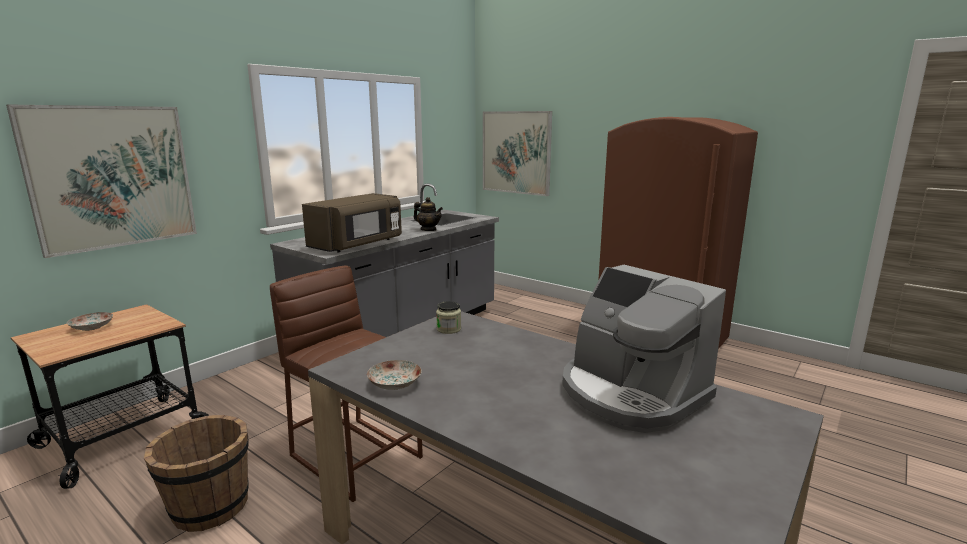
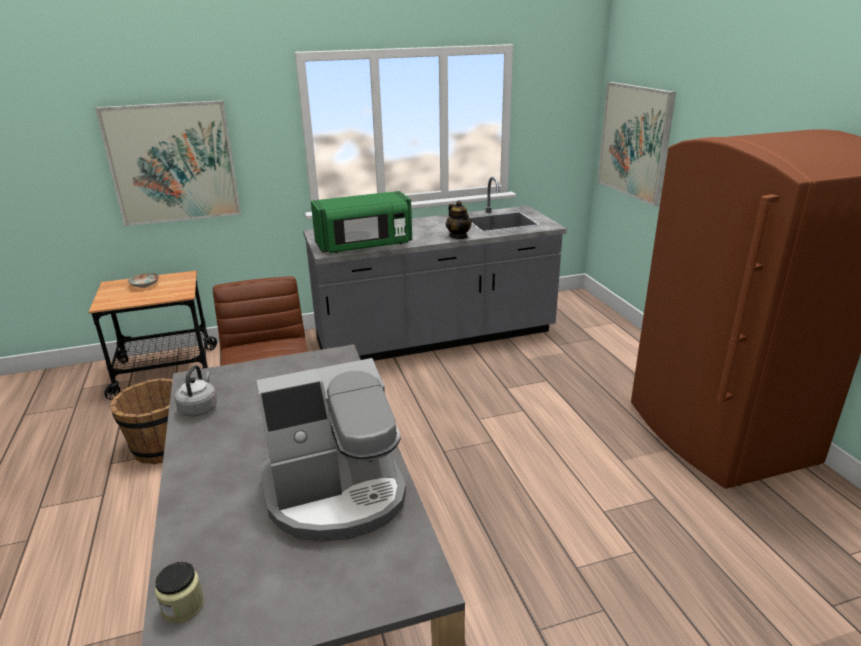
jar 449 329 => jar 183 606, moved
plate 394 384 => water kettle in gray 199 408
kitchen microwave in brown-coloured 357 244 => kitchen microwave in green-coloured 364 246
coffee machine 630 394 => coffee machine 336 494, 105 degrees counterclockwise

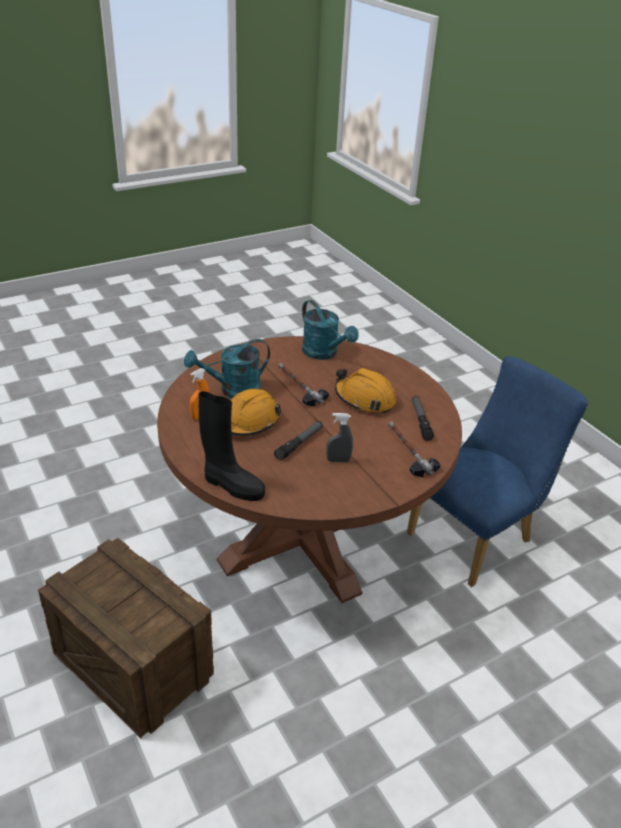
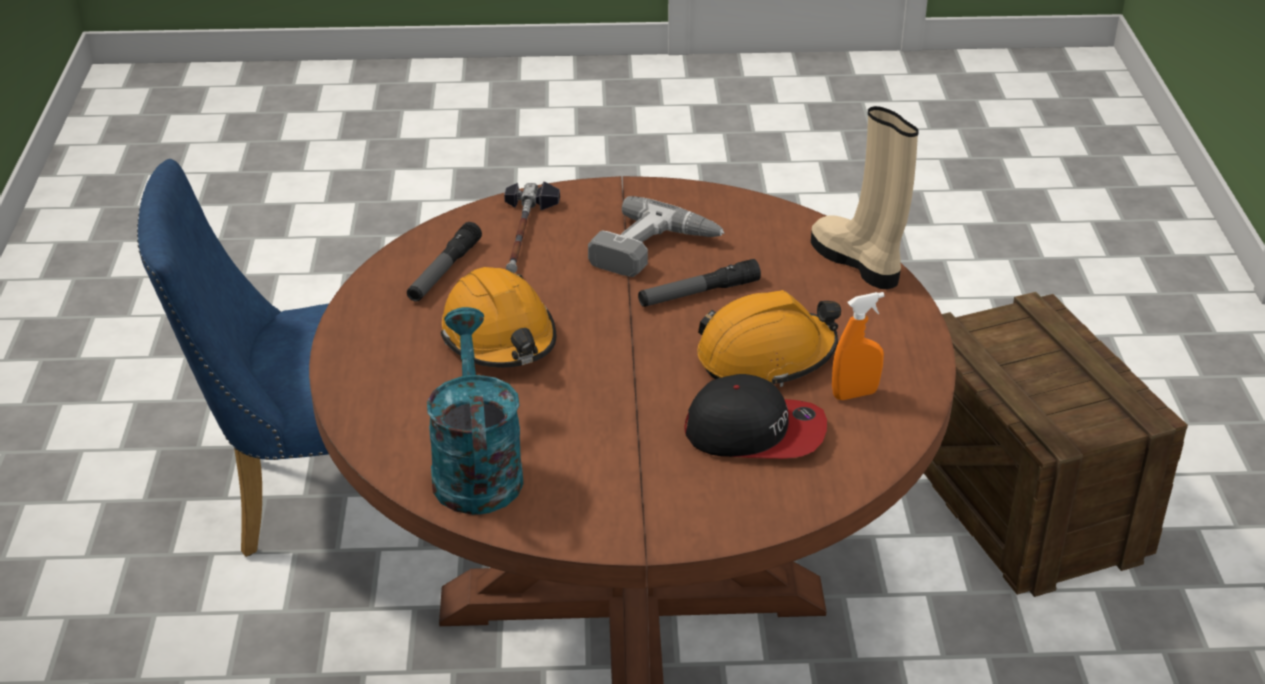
hand hammer 299 386 => nothing
watering pot in turquoise-coloured 233 390 => cap 756 432
sprayer in gray 338 460 => electric drill 654 251
tall boot in blackish 232 485 => tall boot in sand-coloured 858 262

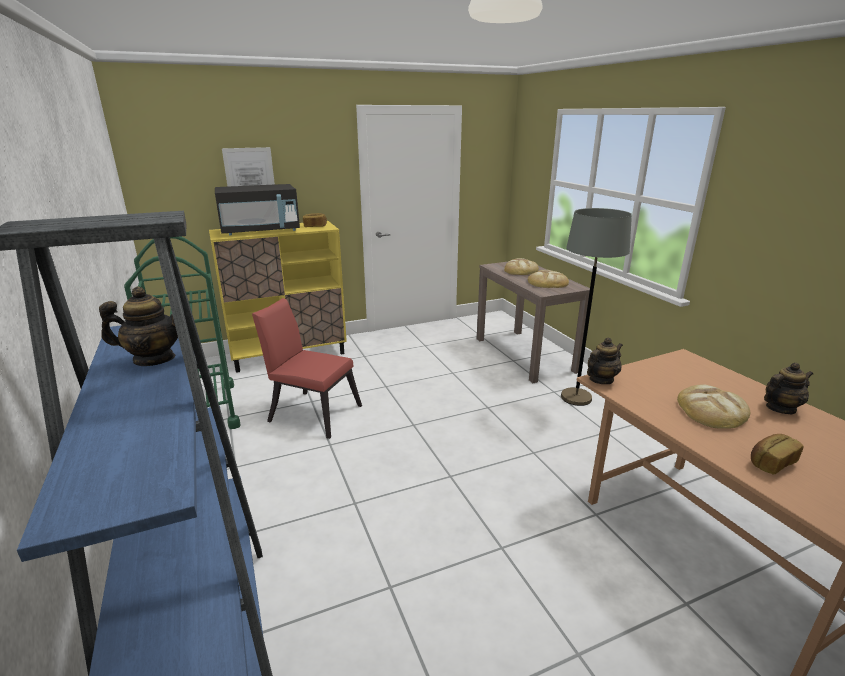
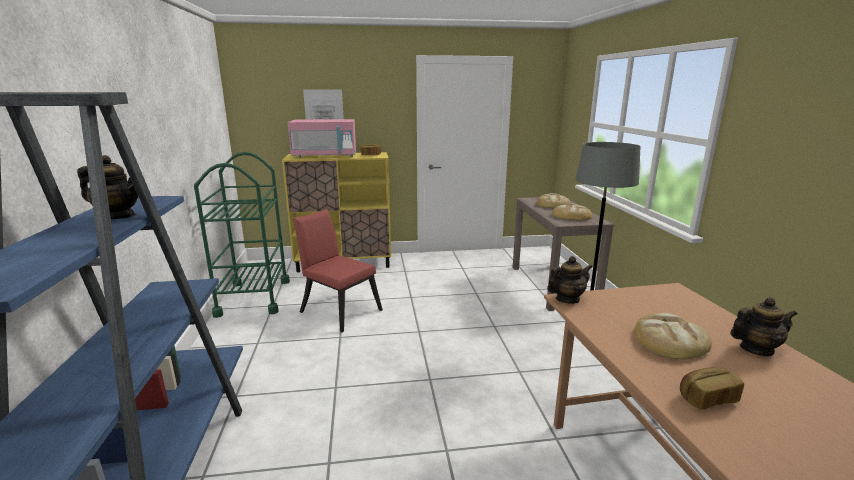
kitchen microwave in blackish 260 231 => kitchen microwave in pink-coloured 325 156

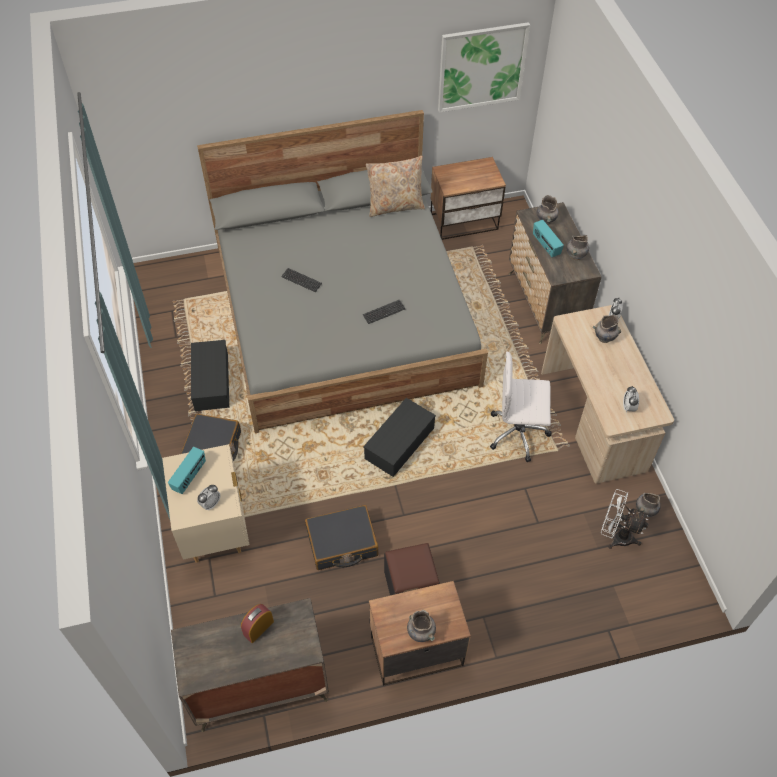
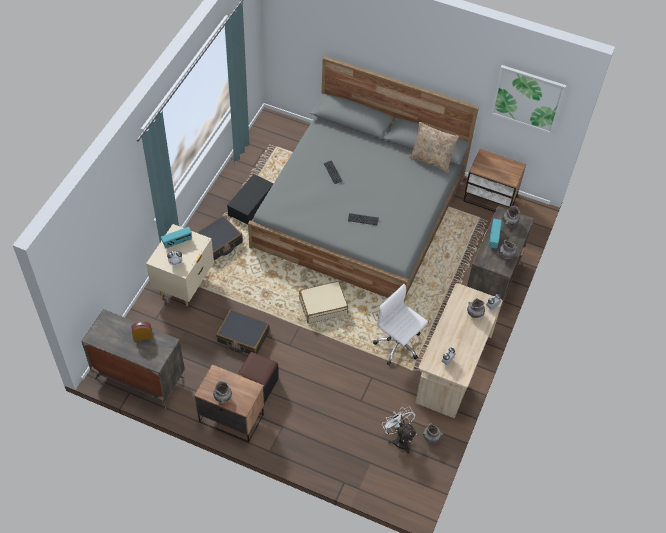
storage container in blackish 399 444 => travel case in sand-coloured 323 306

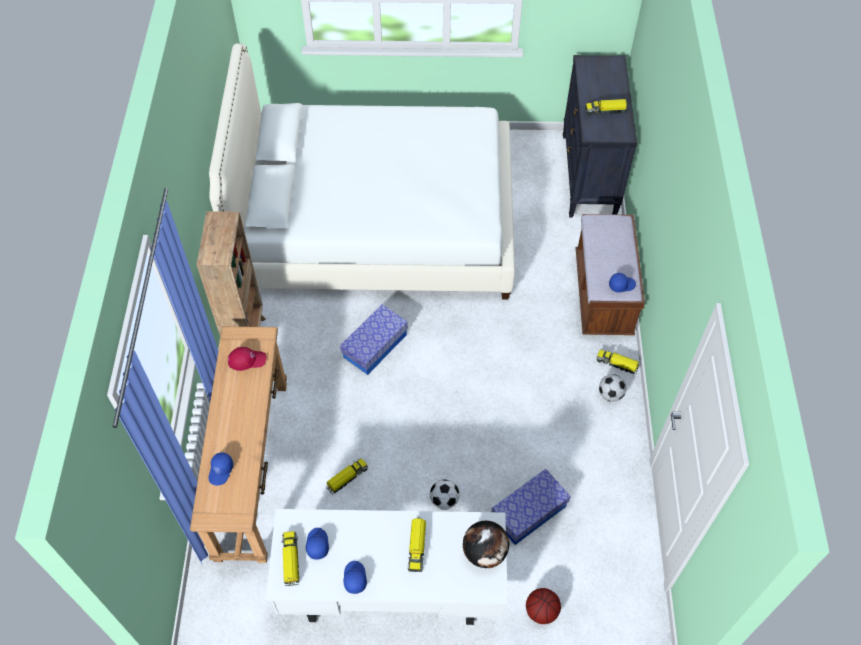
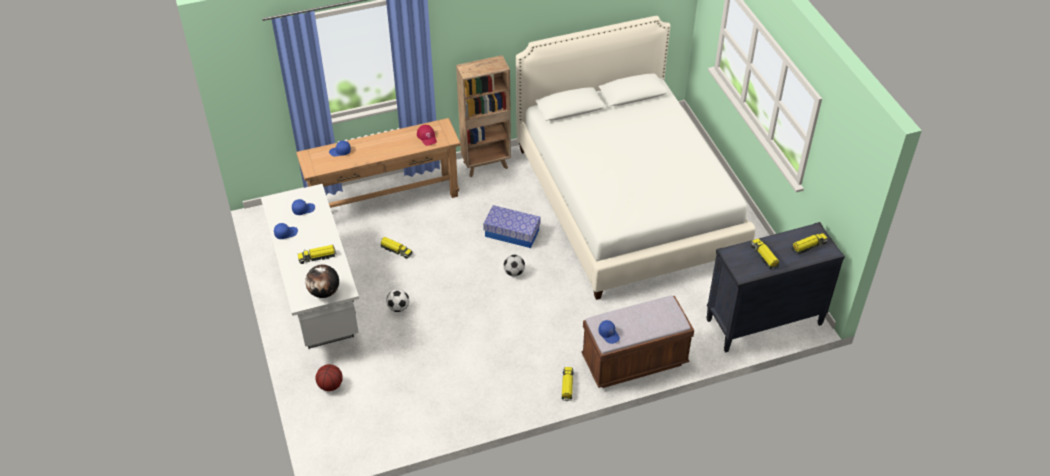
storage container 529 512 => nothing
model truck 291 560 => model truck 808 246, moved
football 610 394 => football 514 273, moved

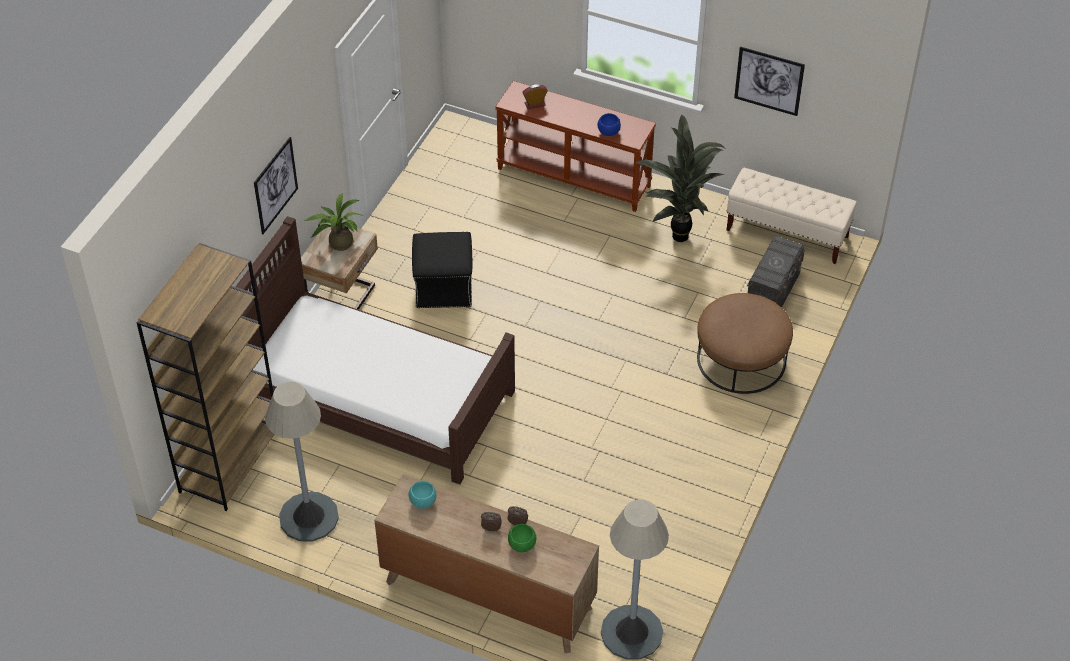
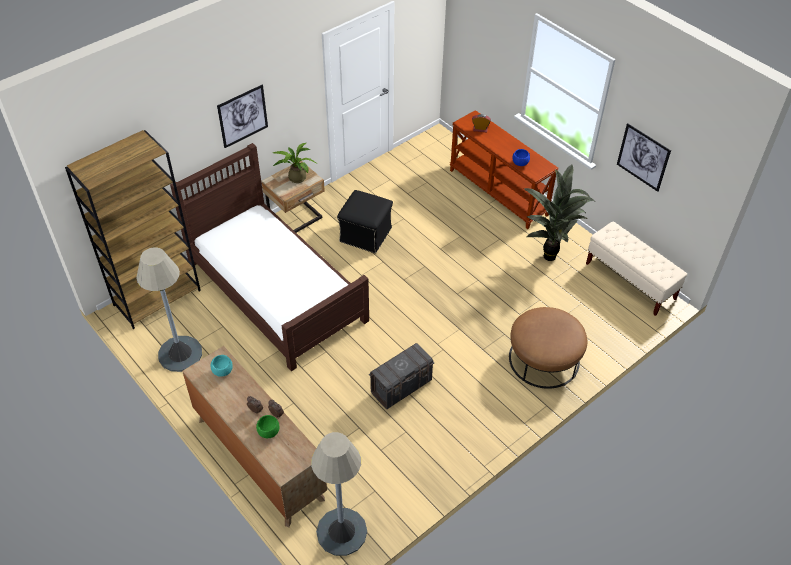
storage container in gray 772 292 => storage container in gray 401 386, moved

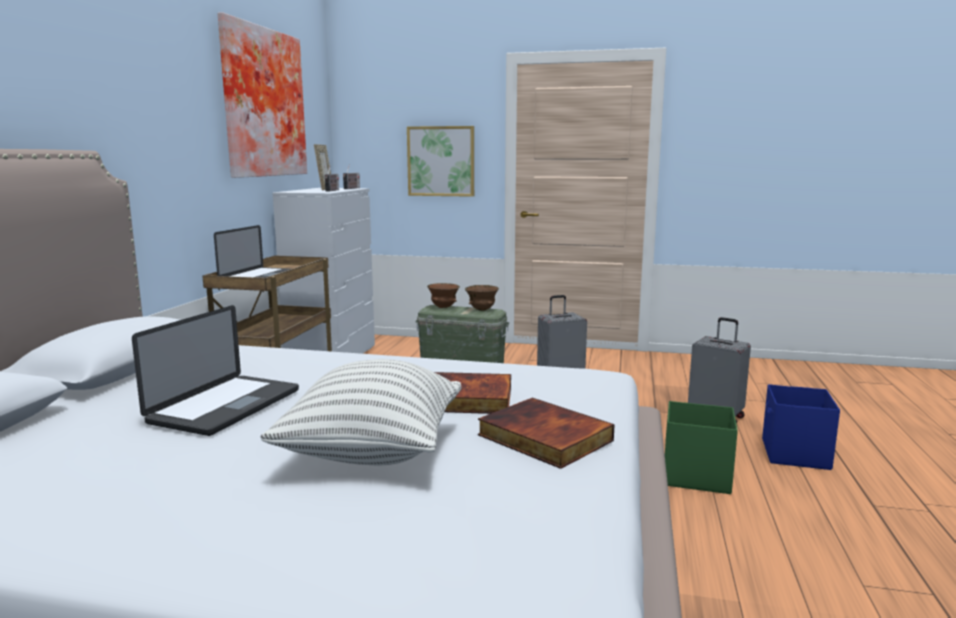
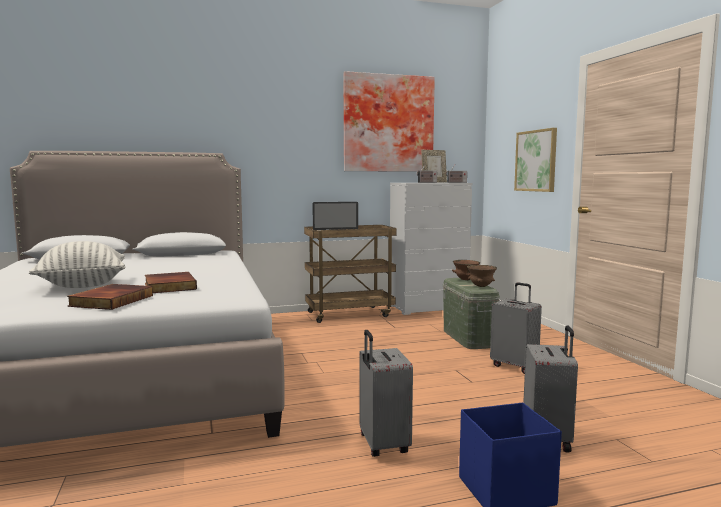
portable computer 226 406 => nothing
storage container in green-coloured 695 476 => travel case in gray 382 445

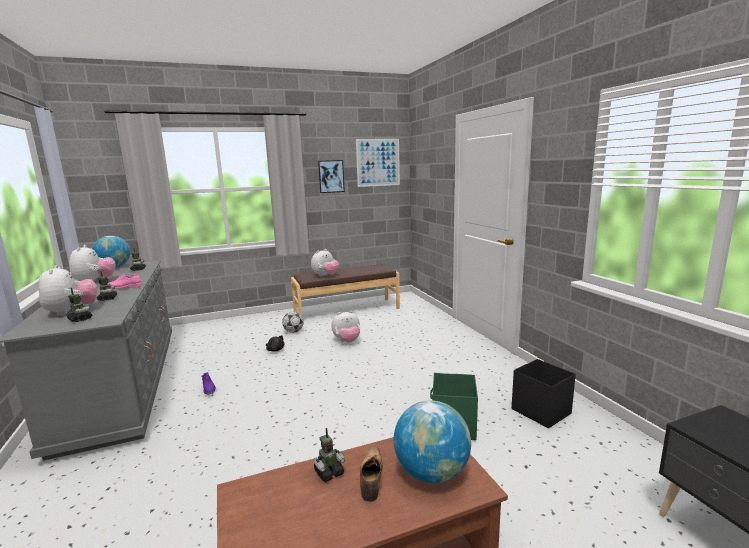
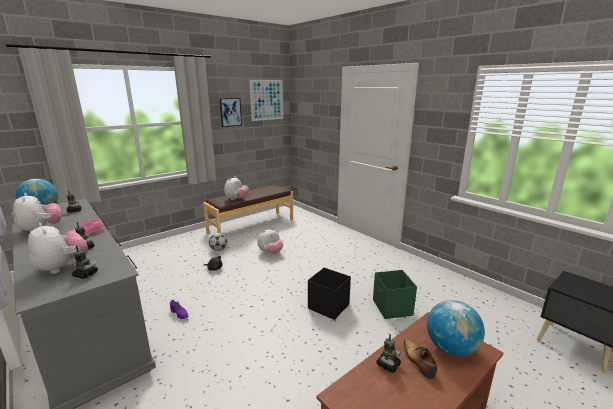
storage container in blackish 540 411 => storage container in blackish 328 306, moved

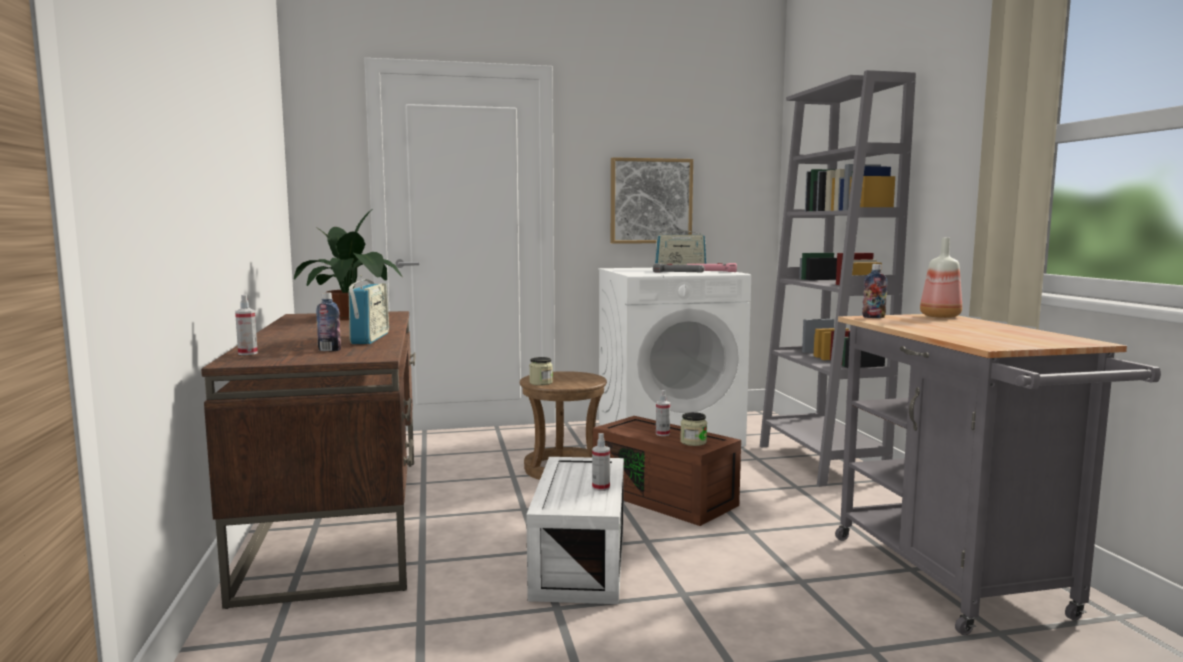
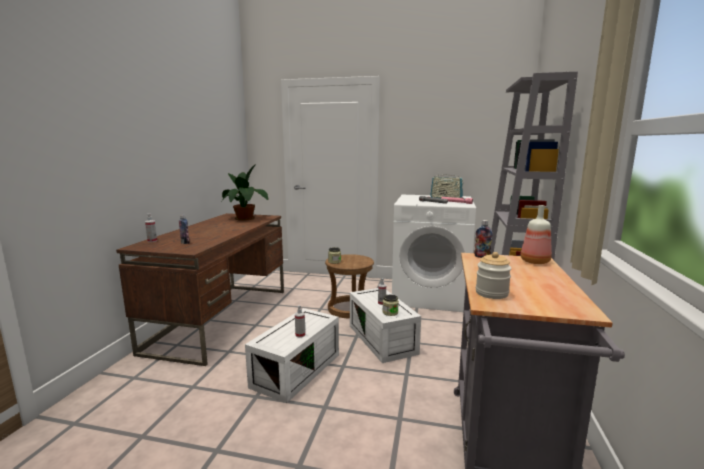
radio 370 338 => nothing
picture 651 201 => nothing
nothing => jar 491 293
storage container in brown-coloured 666 498 => storage container in whitish 383 339

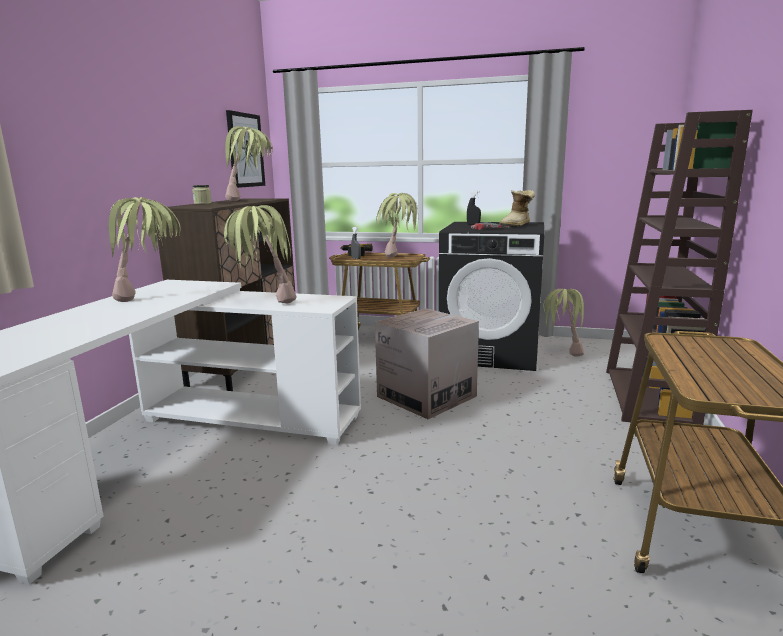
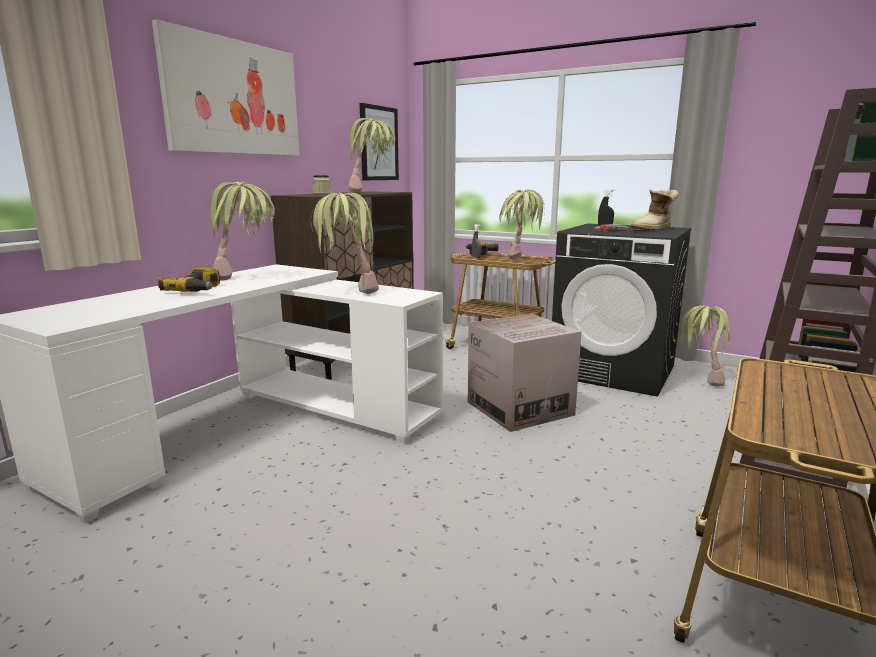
nothing => picture 234 97
nothing => electric drill 198 290

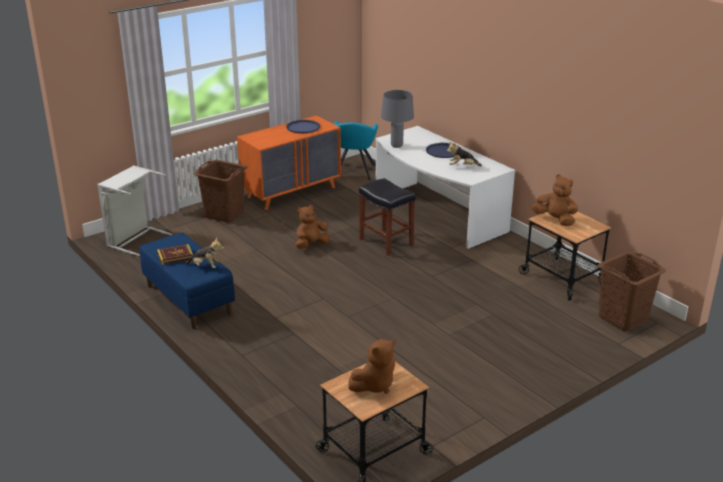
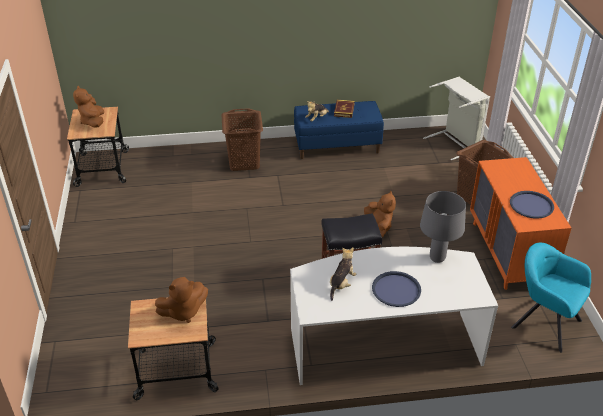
laundry basket in brown-coloured 622 318 => laundry basket in brown-coloured 244 162, moved

